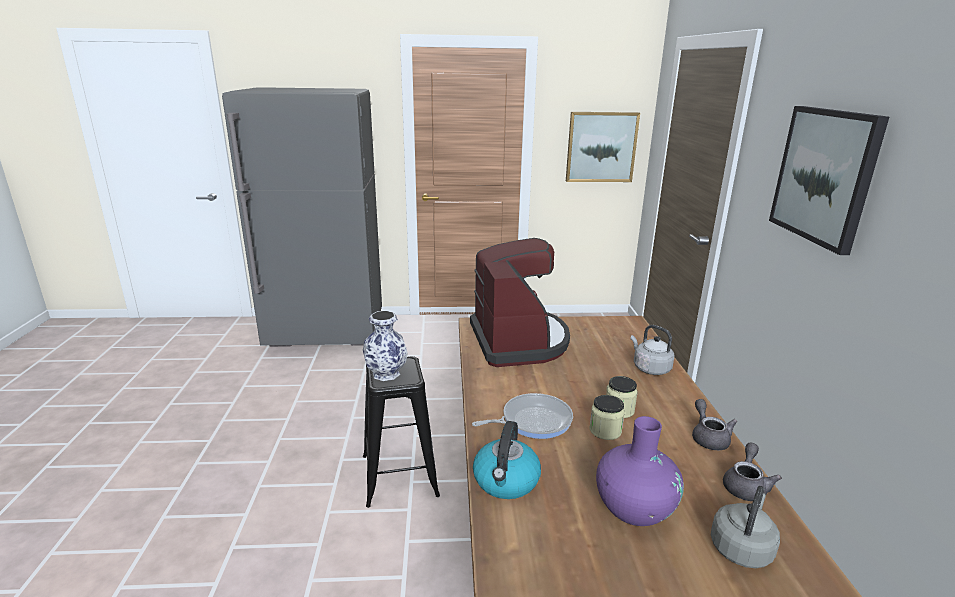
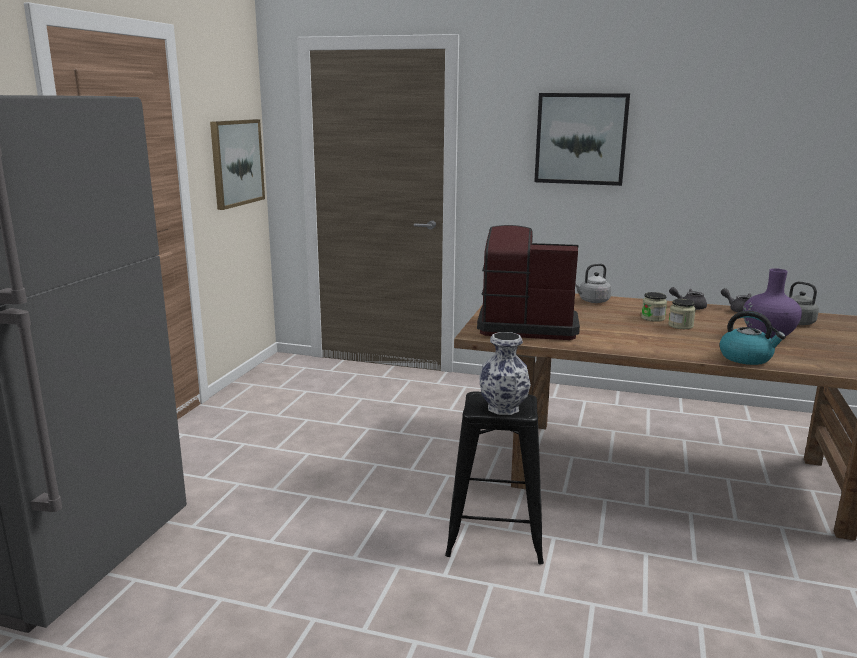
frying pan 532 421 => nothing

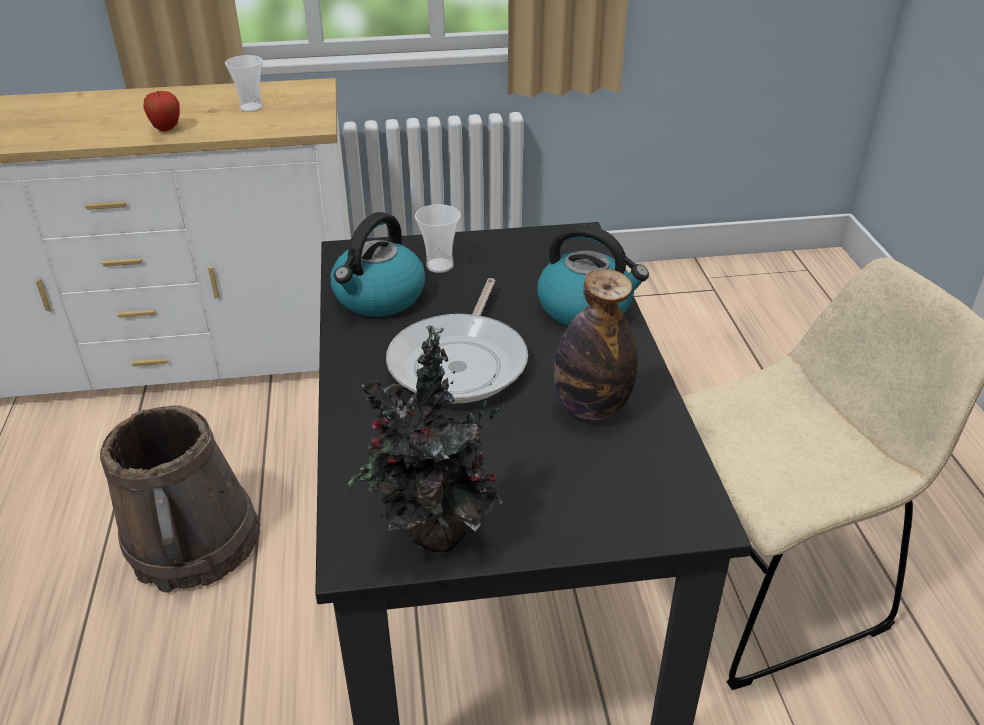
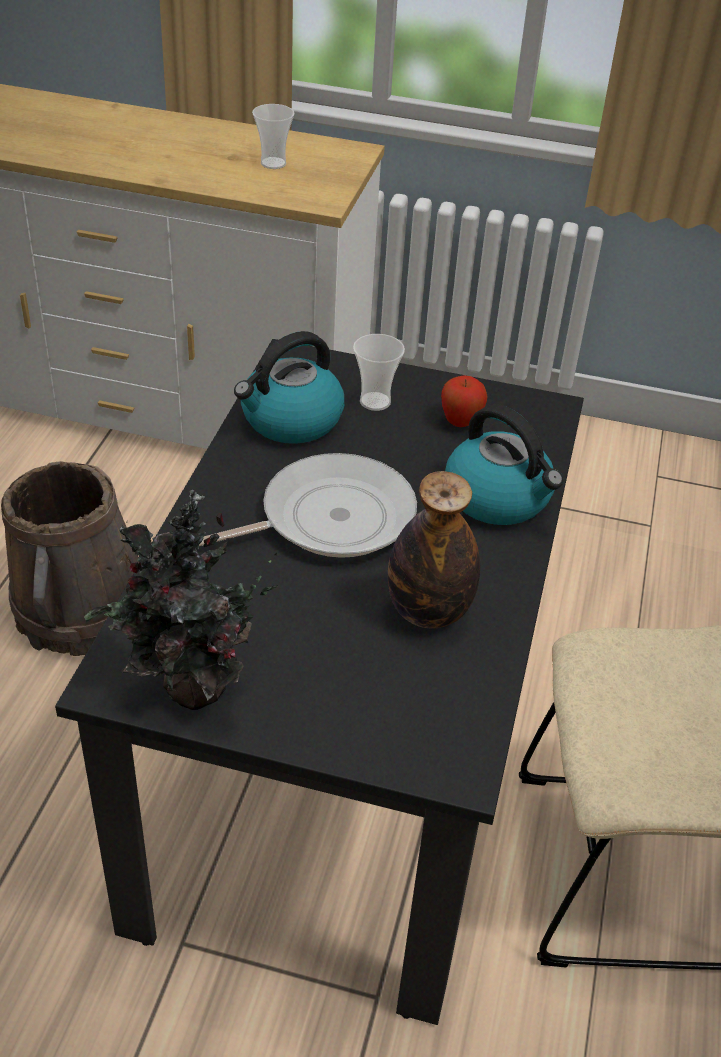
whole apple 166 129 => whole apple 460 423, moved
frying pan 461 362 => frying pan 328 518, 150 degrees counterclockwise

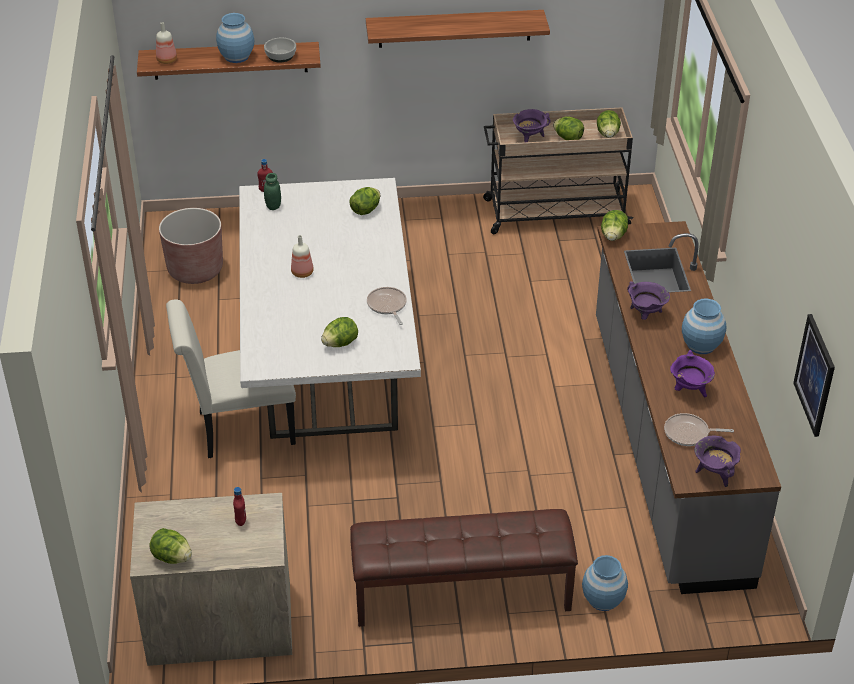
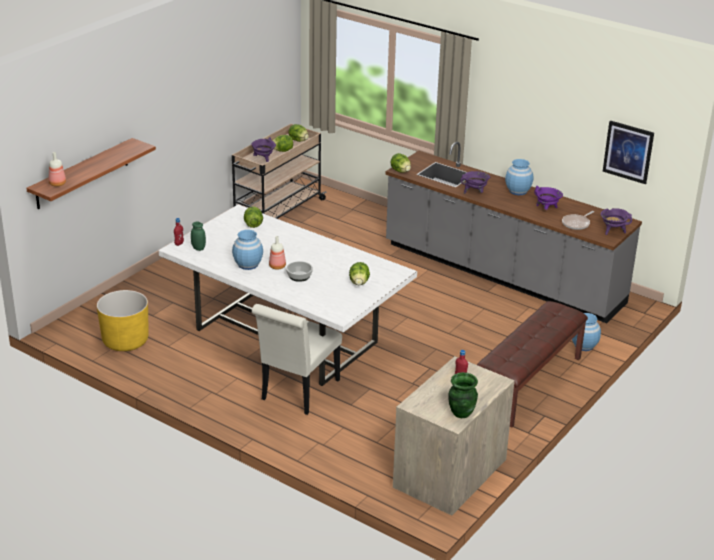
bracket shelf 454 28 => nothing
frying pan 387 306 => nothing
vase in blue-coloured 237 56 => vase in blue-coloured 248 264, moved
serving bowl 281 56 => serving bowl 299 276, moved
lettuce head 172 557 => vase in green-coloured 461 413
flower pot in brown-coloured 195 269 => flower pot in yellow-coloured 125 341

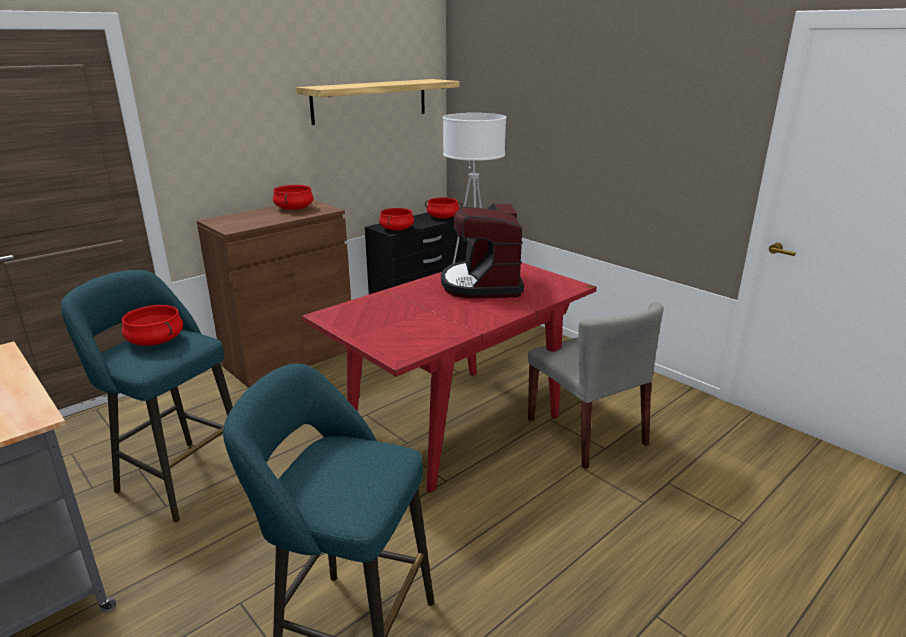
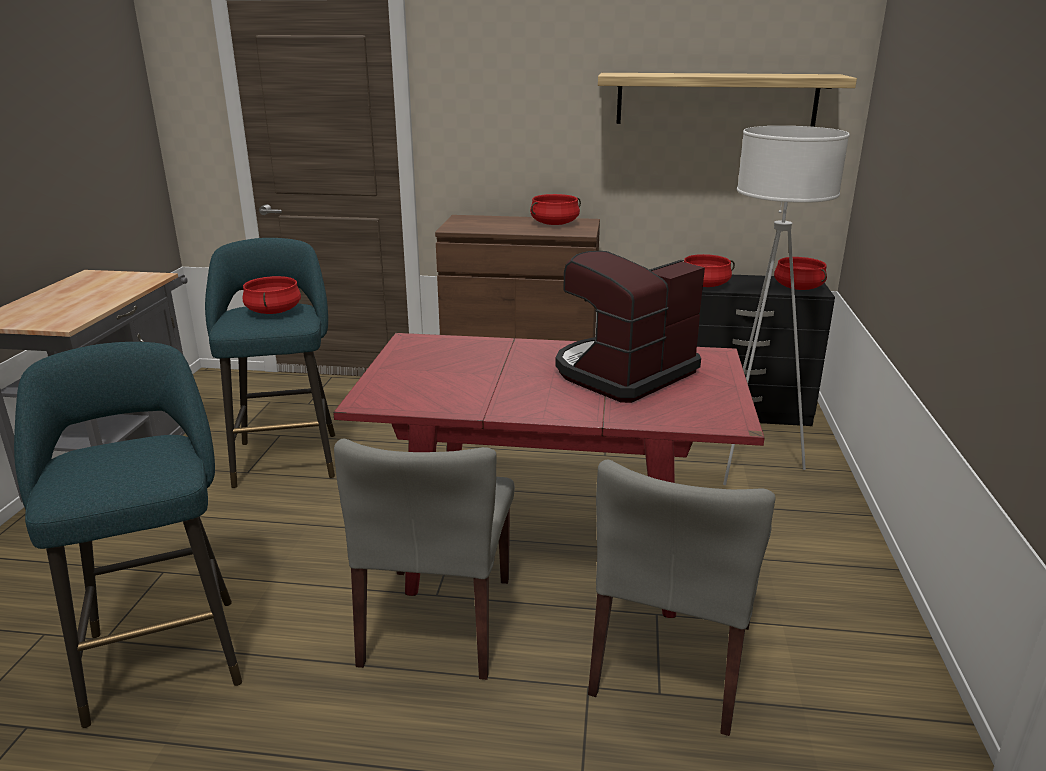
nothing => plain chair in gray 438 621

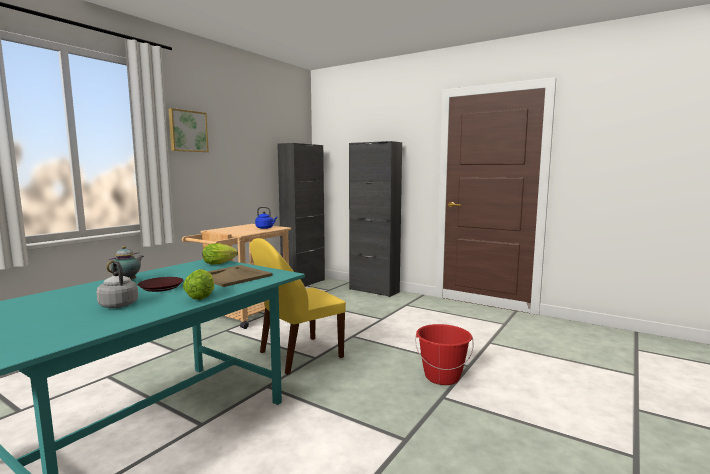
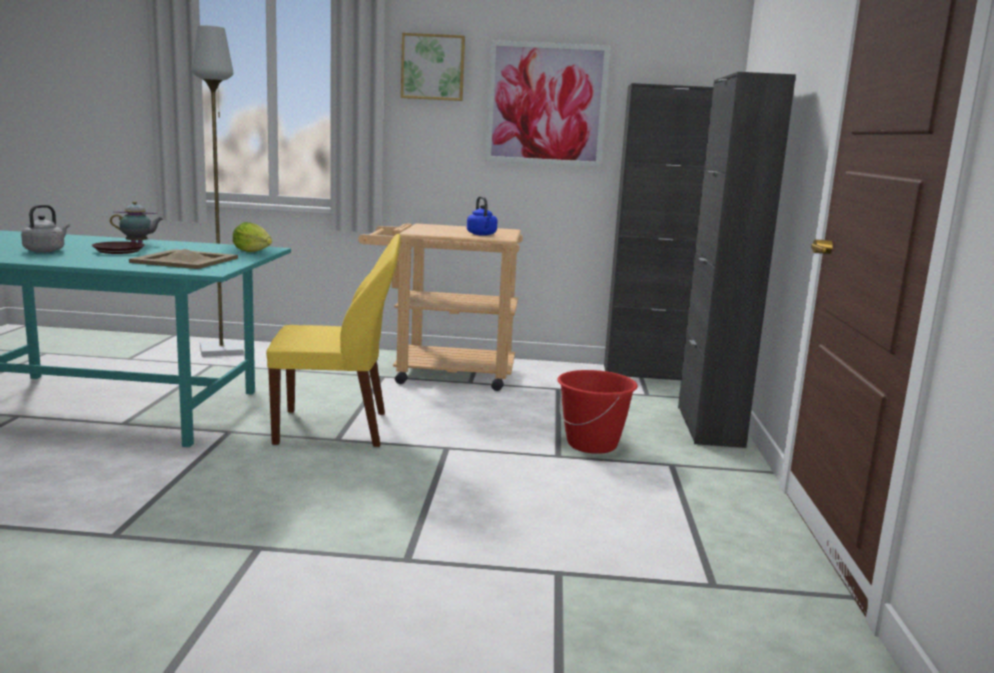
lettuce head 201 296 => nothing
nothing => floor lamp in gray 222 350
nothing => picture 546 104
water bucket in reddish 442 377 => water bucket in reddish 592 444, moved
plain chair in yellow-coloured 298 355 => plain chair in yellow-coloured 336 429, 150 degrees clockwise

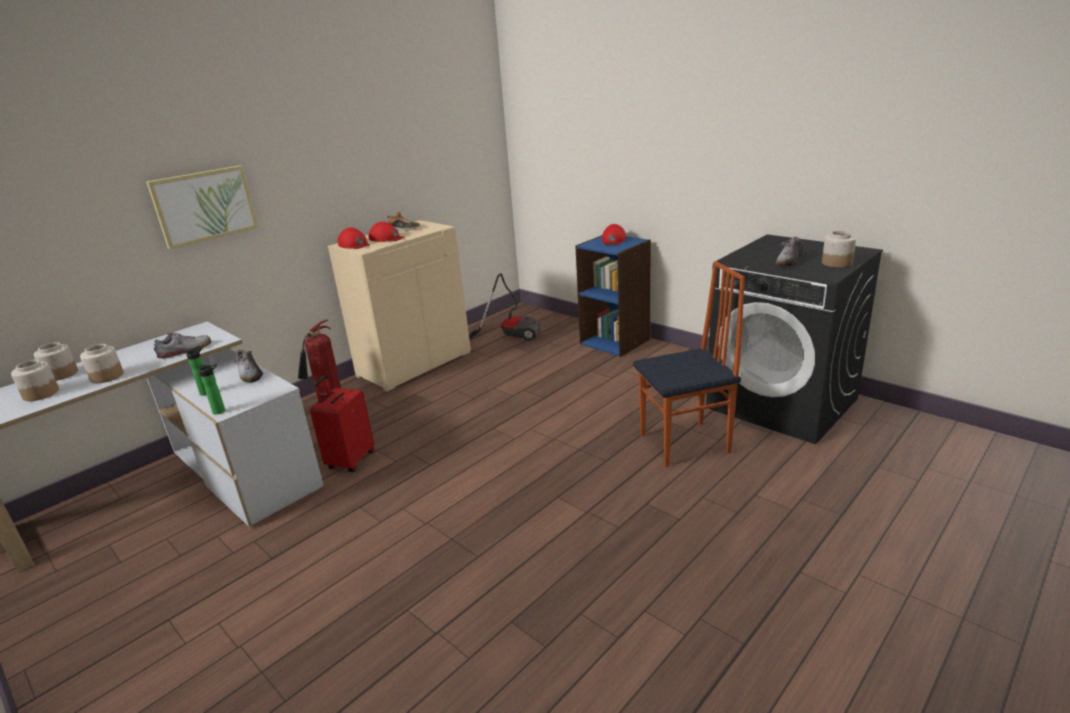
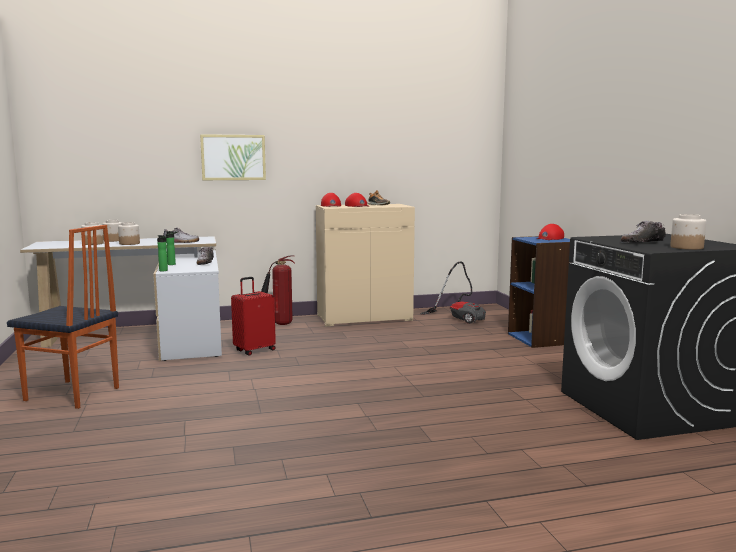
plain chair 686 444 => plain chair 72 394, moved

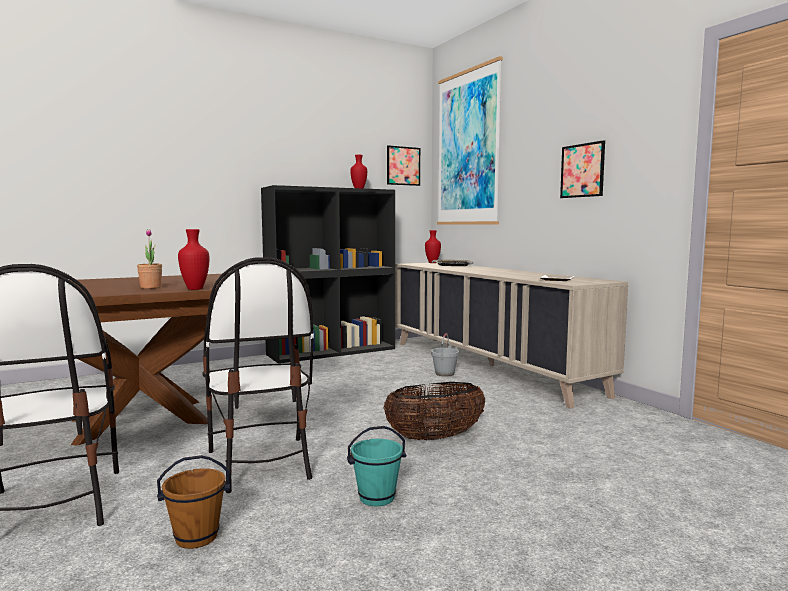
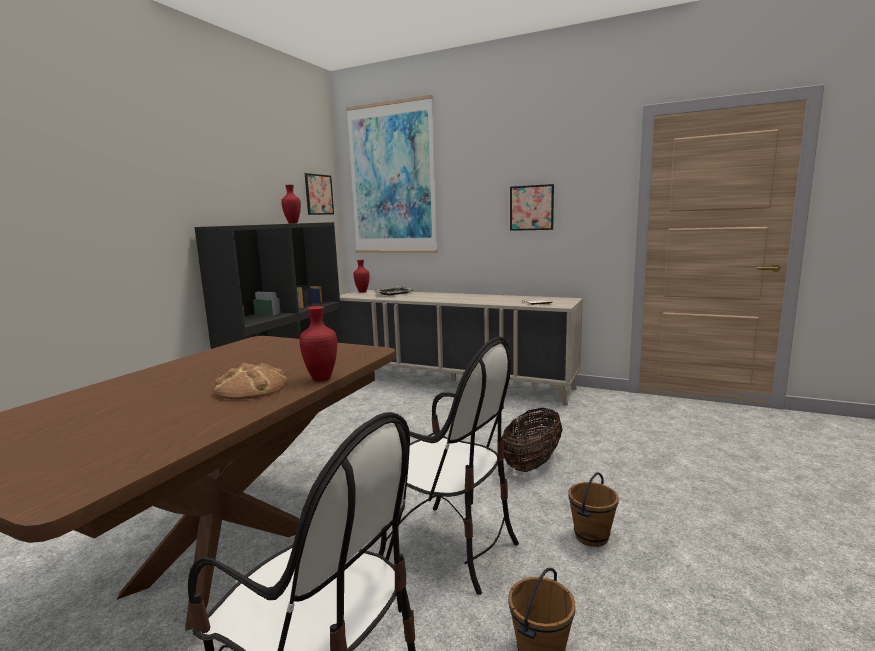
water bucket in gray 444 373 => nothing
plant in a pot 151 287 => bread 252 388
water bucket in turquoise-coloured 377 498 => water bucket in brown-coloured 592 537

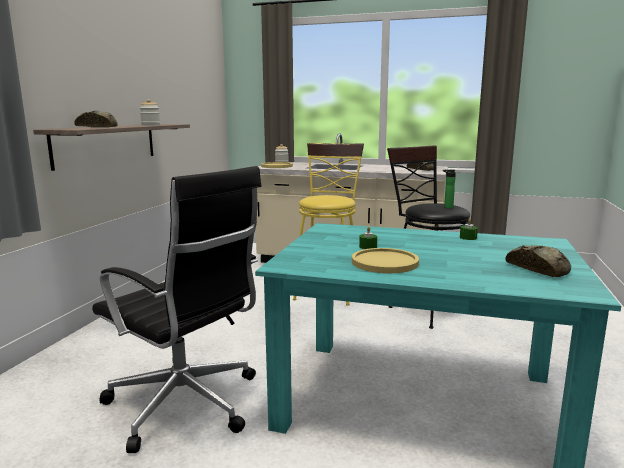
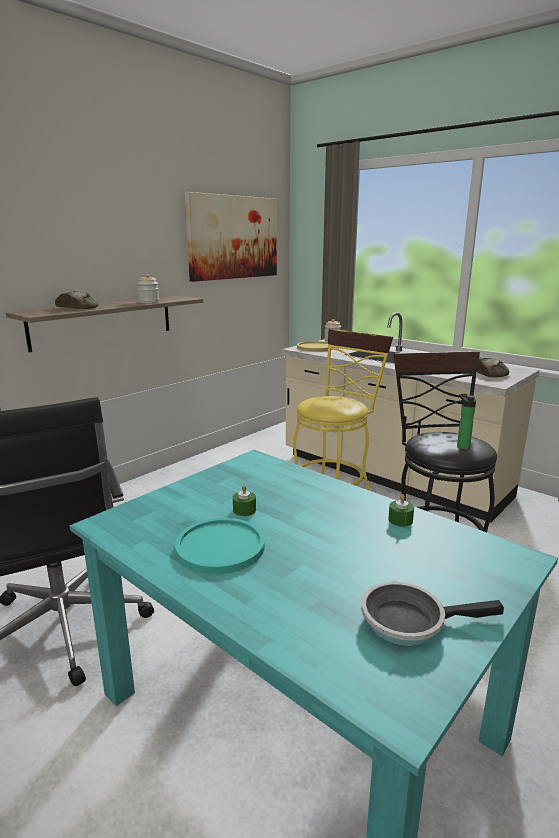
nothing => picture 233 237
bread 539 268 => frying pan 409 621
plate in yellow-coloured 384 262 => plate in turquoise-coloured 220 547

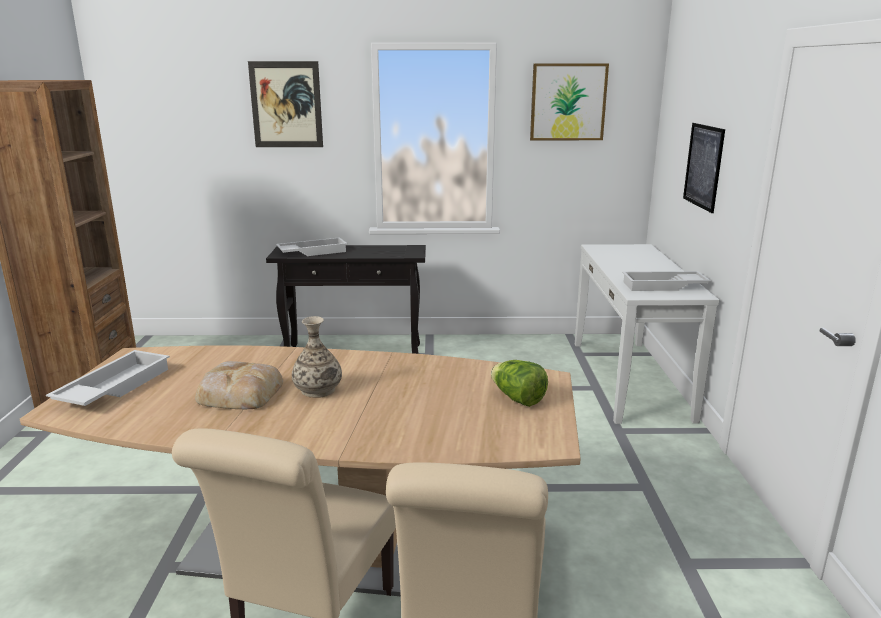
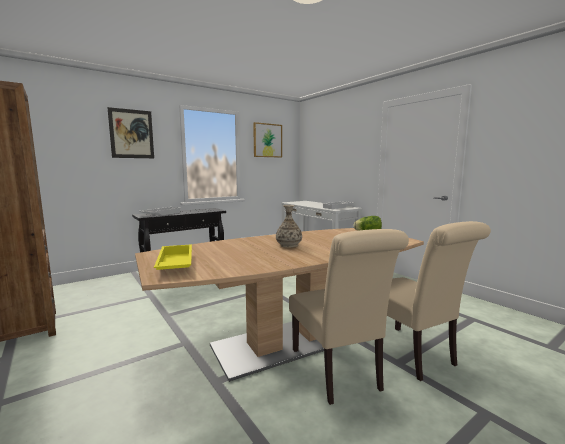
bread 239 392 => nothing
picture 703 166 => nothing
serving tray in whitish 113 387 => serving tray in yellow-coloured 174 264

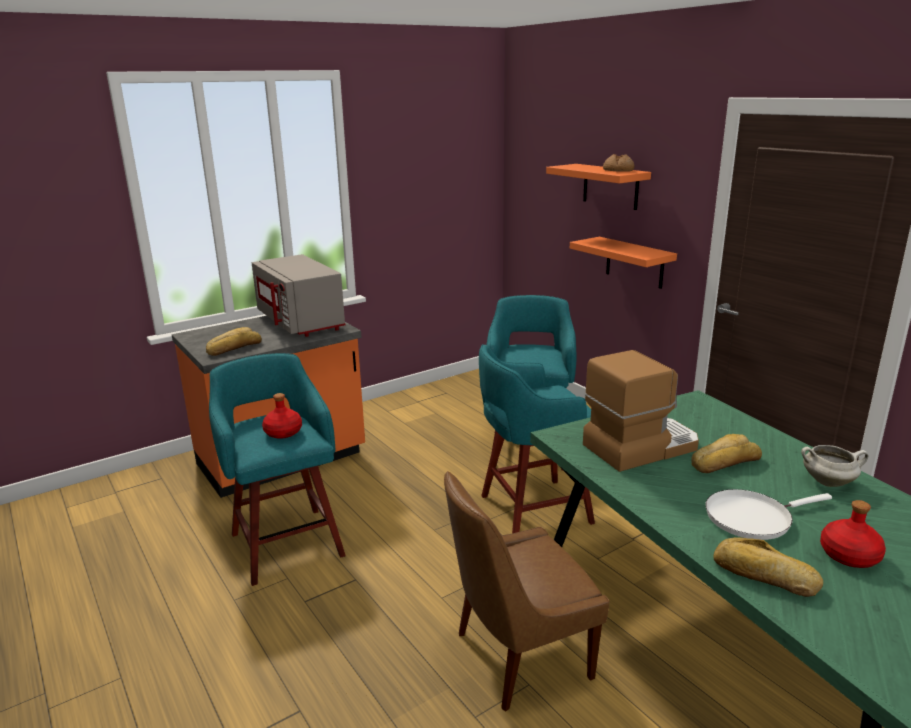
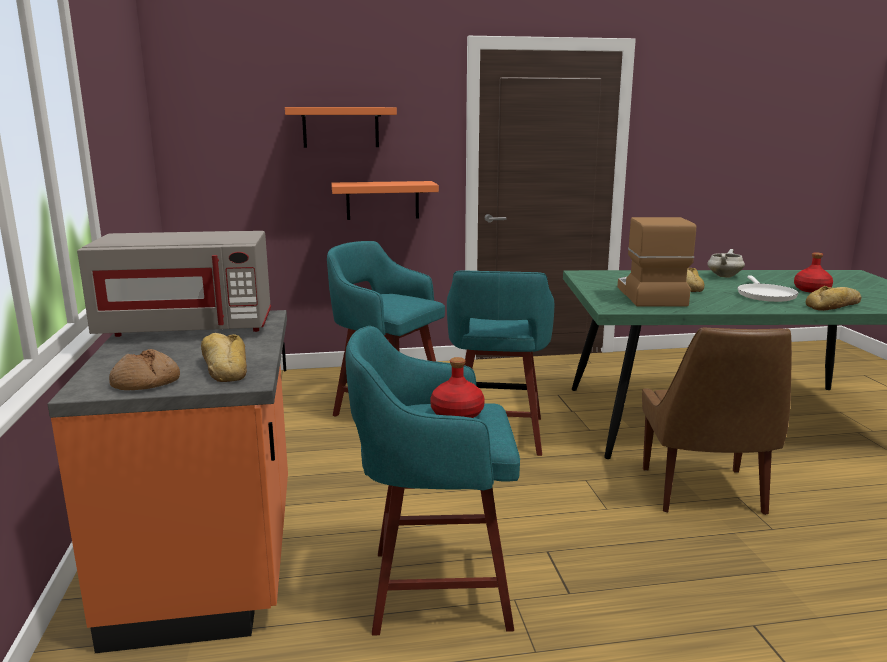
bread 618 170 => bread 146 383, moved

